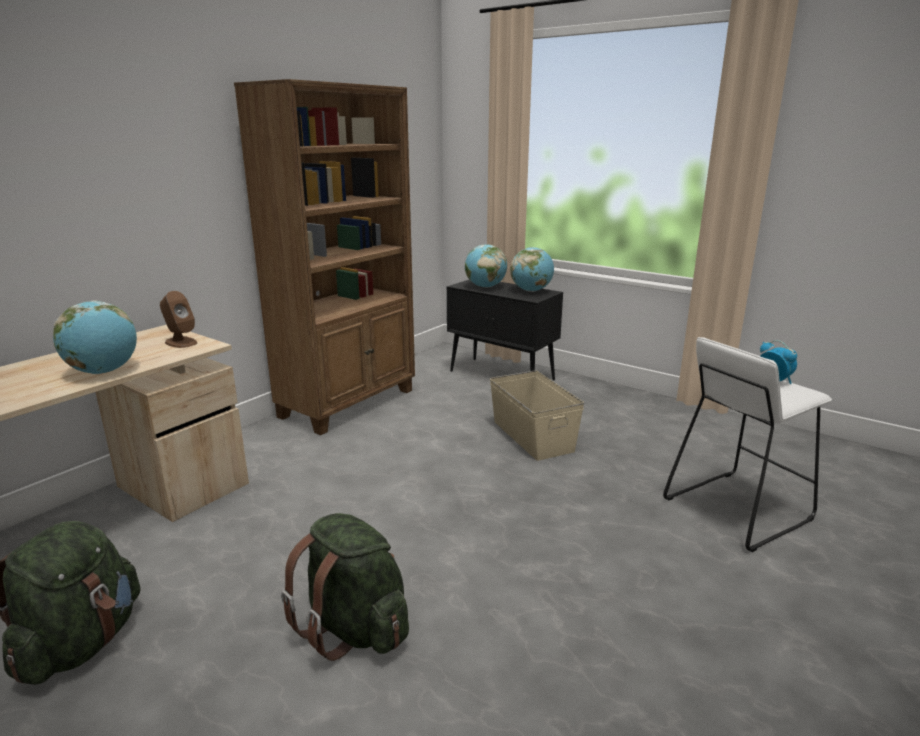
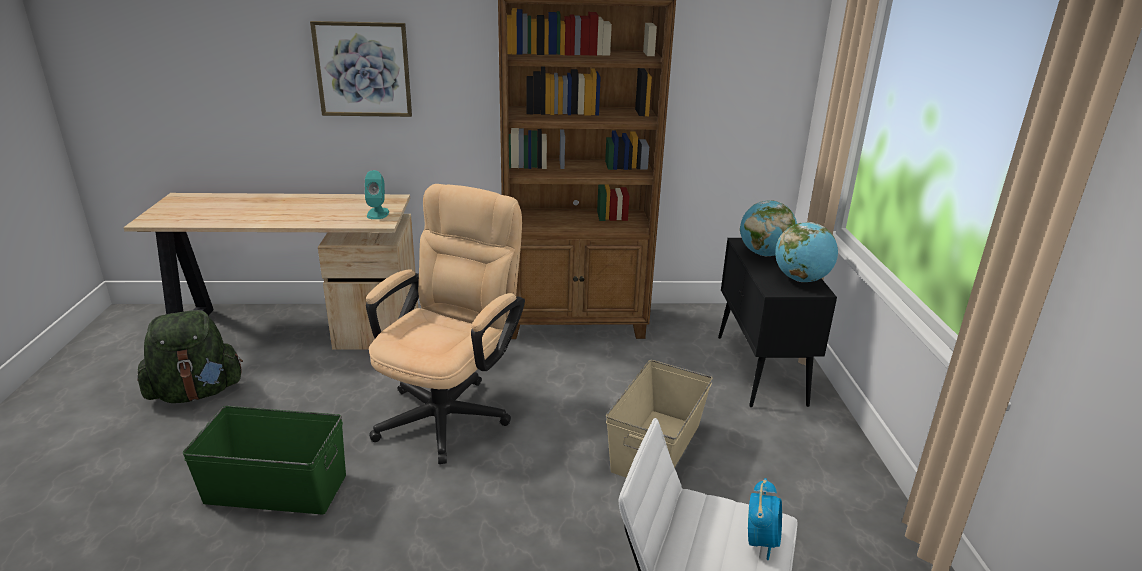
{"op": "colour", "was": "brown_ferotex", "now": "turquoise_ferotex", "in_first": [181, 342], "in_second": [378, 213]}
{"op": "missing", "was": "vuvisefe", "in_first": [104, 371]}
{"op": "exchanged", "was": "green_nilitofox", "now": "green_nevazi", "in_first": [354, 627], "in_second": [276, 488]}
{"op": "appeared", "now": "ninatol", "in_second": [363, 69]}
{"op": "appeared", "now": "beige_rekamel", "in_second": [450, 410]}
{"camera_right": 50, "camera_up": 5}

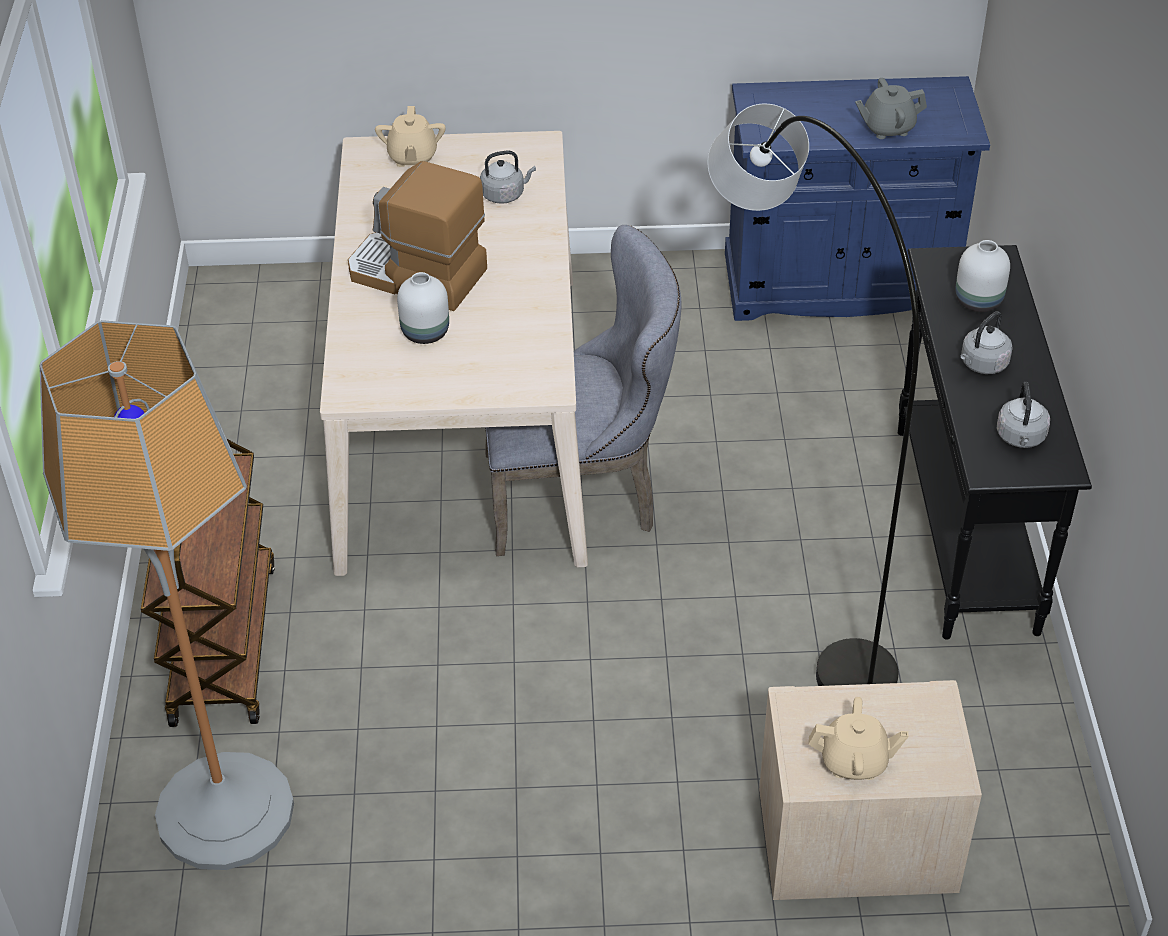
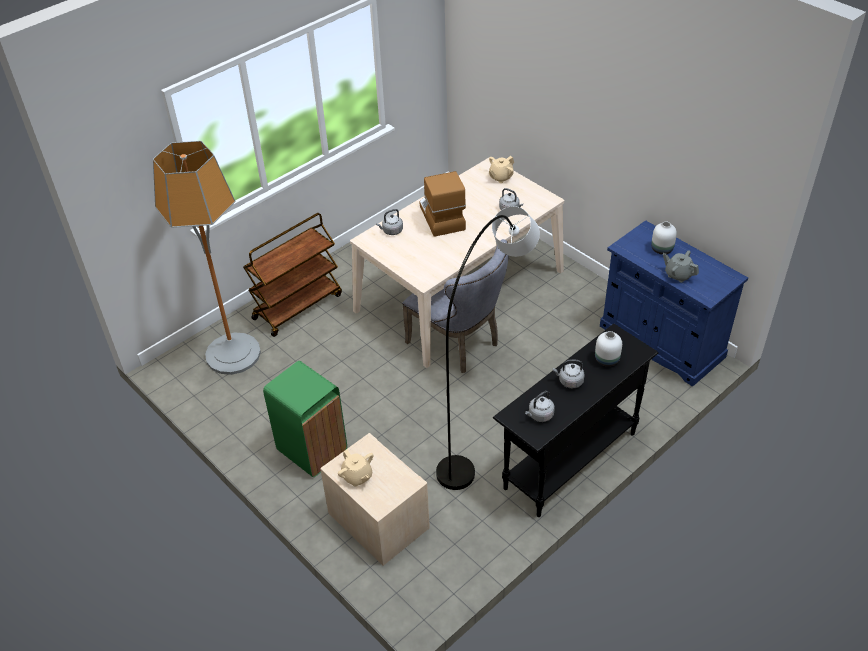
{"op": "relocated", "was": "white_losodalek", "in_first": [425, 331], "in_second": [662, 249]}
{"op": "appeared", "now": "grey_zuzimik", "in_second": [391, 231]}
{"op": "appeared", "now": "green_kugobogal", "in_second": [312, 451]}
{"camera_right": 50, "camera_up": 0}

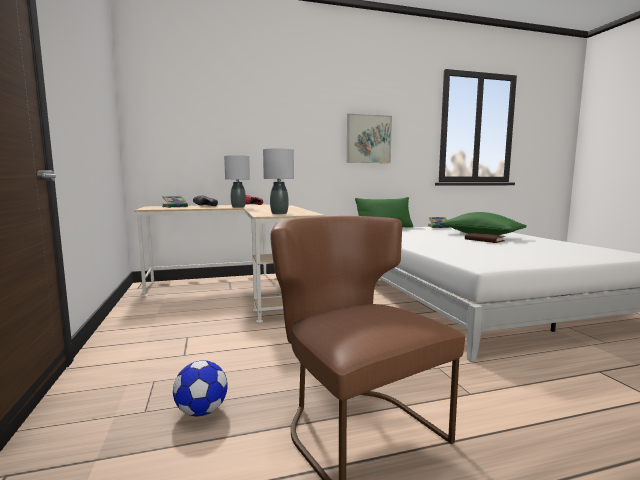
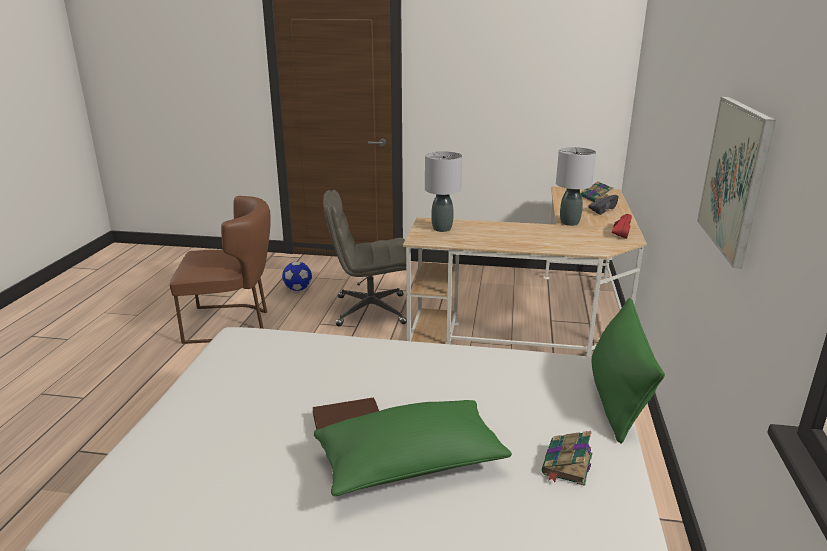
{"op": "appeared", "now": "grey_rekamel", "in_second": [369, 310]}
{"camera_right": 115, "camera_up": 15}

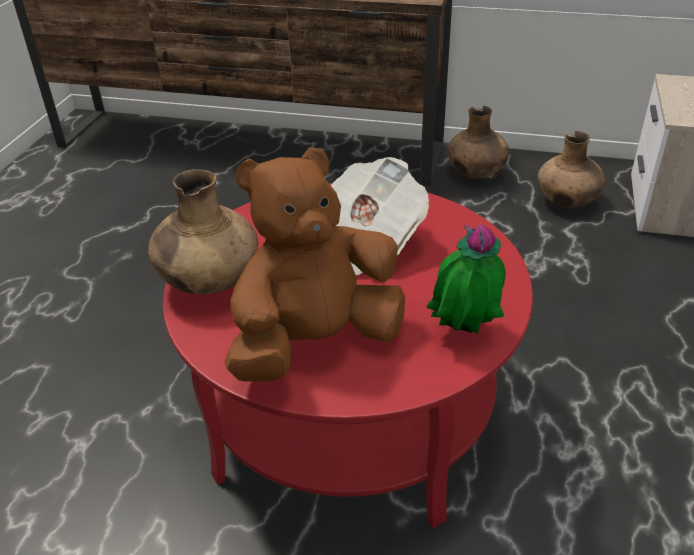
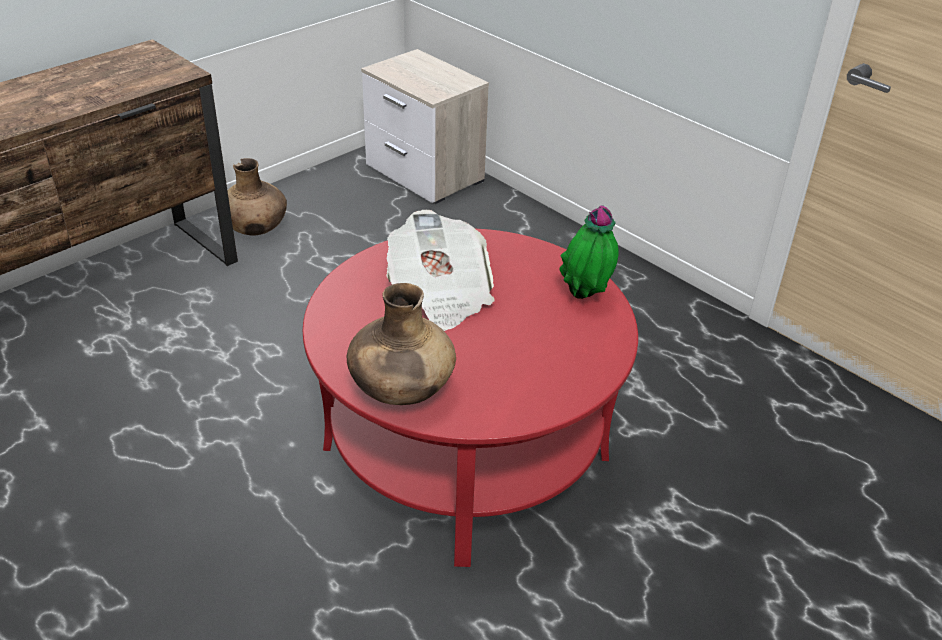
{"op": "missing", "was": "brown_losodalek", "in_first": [567, 202]}
{"op": "missing", "was": "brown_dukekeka", "in_first": [316, 342]}
{"camera_right": -60, "camera_up": 0}

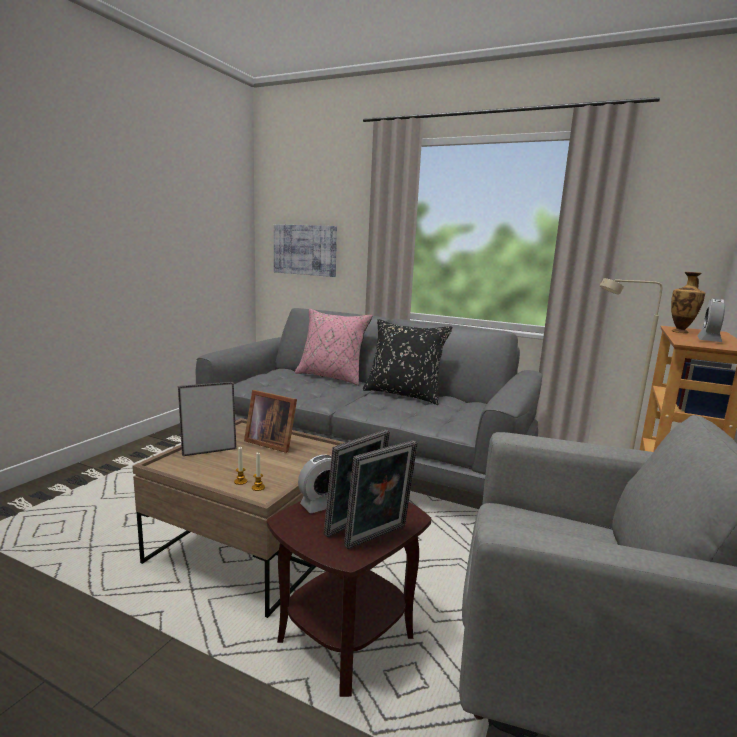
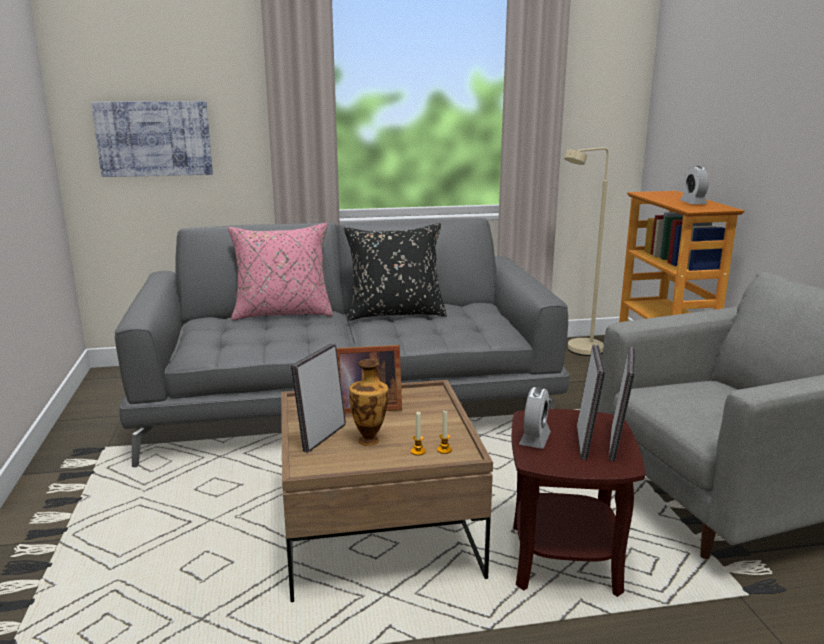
{"op": "relocated", "was": "losodalek", "in_first": [681, 332], "in_second": [370, 440]}
{"camera_right": -35, "camera_up": 5}

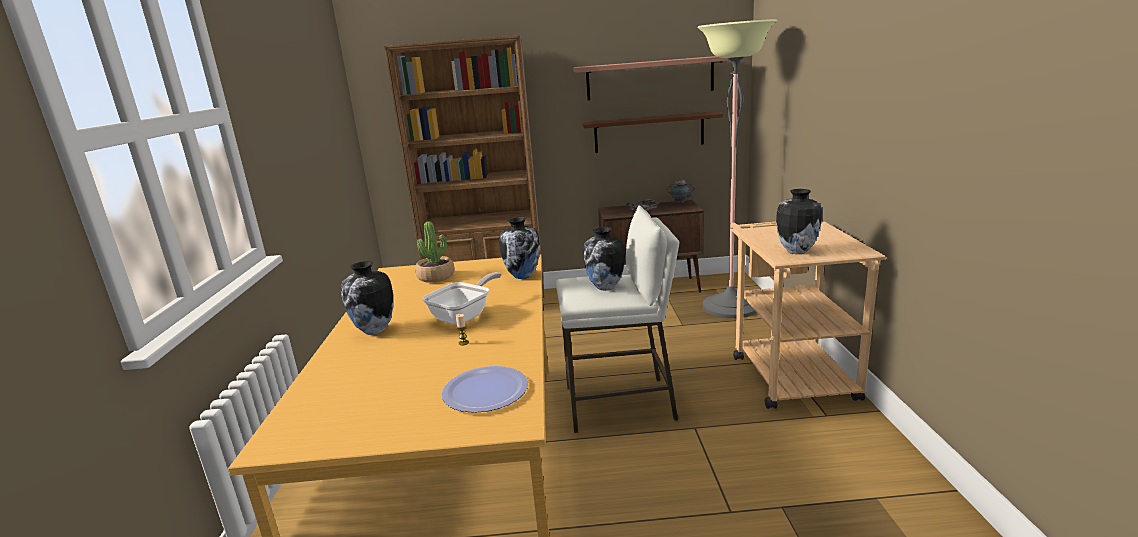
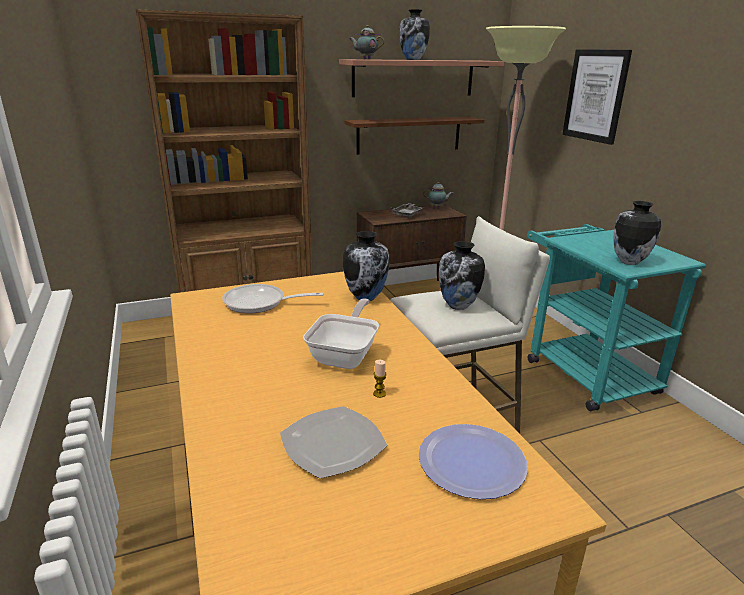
{"op": "exchanged", "was": "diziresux", "now": "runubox", "in_first": [436, 277], "in_second": [260, 303]}
{"op": "colour", "was": "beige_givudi", "now": "turquoise_givudi", "in_first": [788, 372], "in_second": [582, 371]}
{"op": "relocated", "was": "losodalek", "in_first": [374, 330], "in_second": [413, 59]}
{"op": "appeared", "now": "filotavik", "in_second": [366, 59]}
{"op": "appeared", "now": "ninatol", "in_second": [595, 95]}
{"op": "appeared", "now": "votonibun", "in_second": [334, 444]}
{"camera_right": -20, "camera_up": 5}

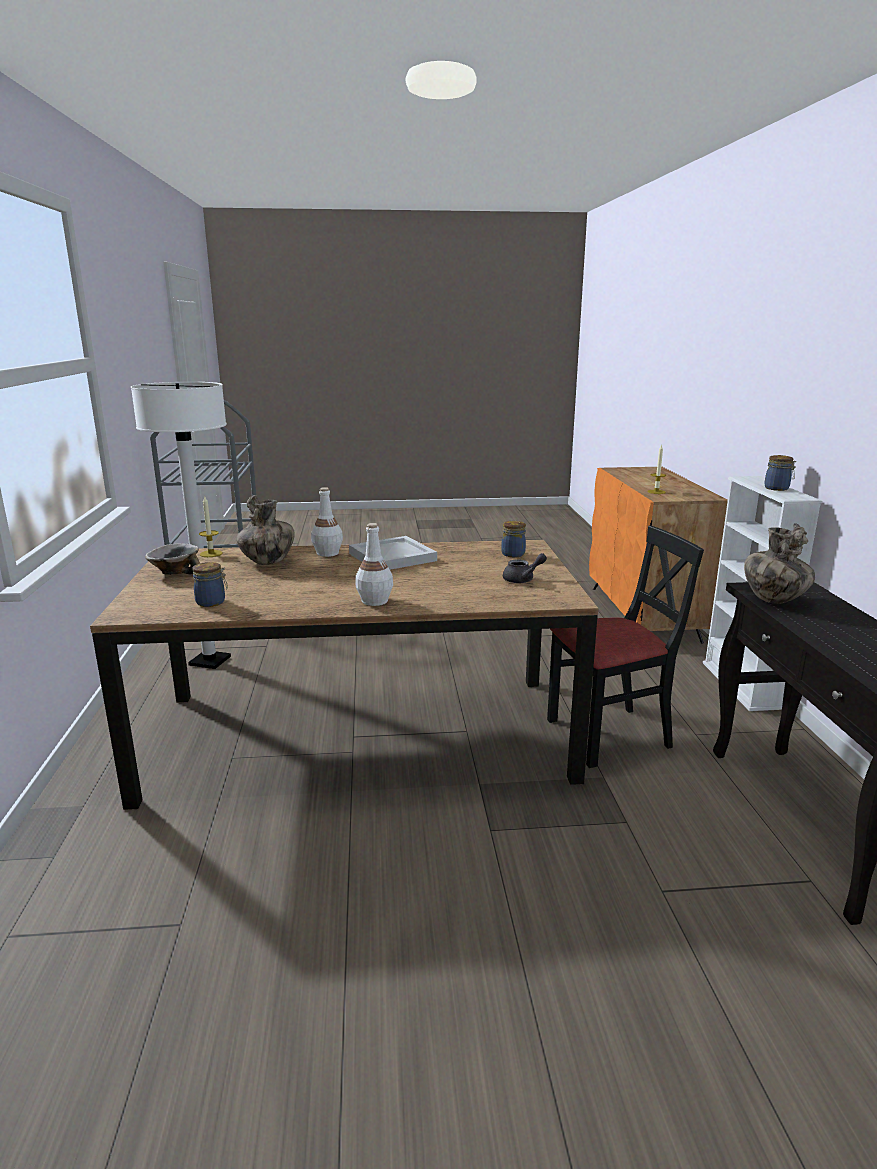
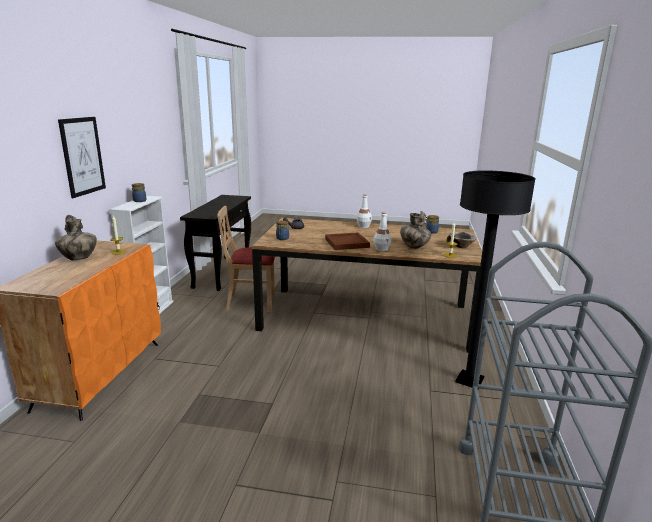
{"op": "colour", "was": "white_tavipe", "now": "black_tavipe", "in_first": [210, 661], "in_second": [469, 380]}
{"op": "relocated", "was": "losodalek", "in_first": [773, 599], "in_second": [79, 258]}
{"op": "colour", "was": "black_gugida", "now": "beige_gugida", "in_first": [609, 735], "in_second": [251, 302]}
{"op": "colour", "was": "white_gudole", "now": "brown_gudole", "in_first": [393, 556], "in_second": [346, 243]}
{"op": "appeared", "now": "ninatol", "in_second": [82, 156]}
{"camera_right": -165, "camera_up": 0}

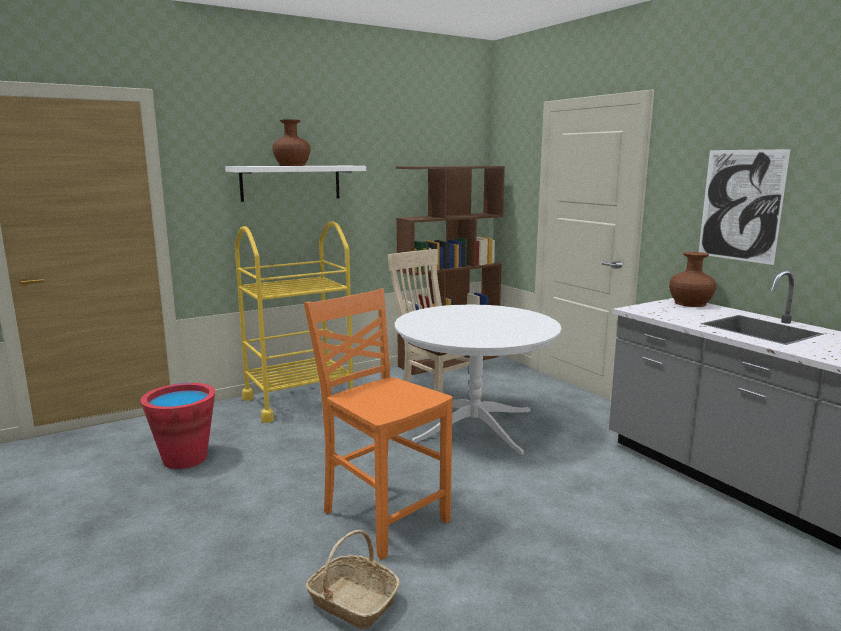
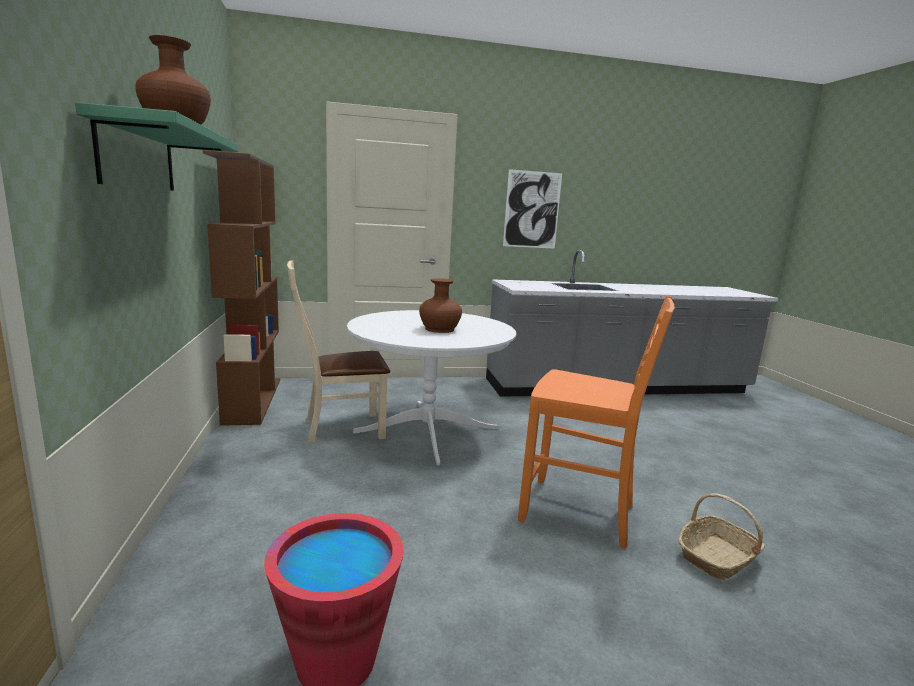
{"op": "colour", "was": "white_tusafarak", "now": "green_tusafarak", "in_first": [291, 183], "in_second": [138, 156]}
{"op": "missing", "was": "yellow_givudi", "in_first": [299, 400]}
{"op": "relocated", "was": "brown_losodalek", "in_first": [690, 303], "in_second": [439, 329]}
{"op": "spun", "was": "orange_gugida", "in_first": [383, 516], "in_second": [580, 513], "clockwise": -135}
{"camera_right": -70, "camera_up": 0}

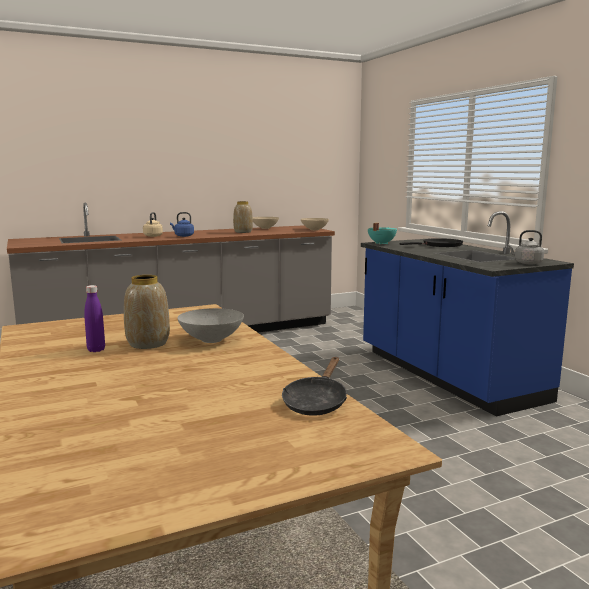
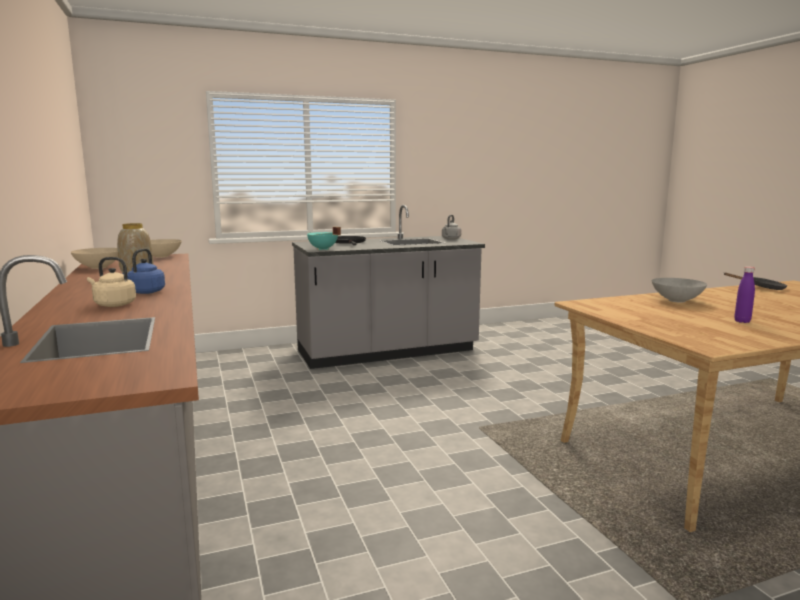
{"op": "colour", "was": "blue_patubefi", "now": "grey_patubefi", "in_first": [446, 375], "in_second": [387, 352]}
{"op": "missing", "was": "losodalek", "in_first": [148, 344]}
{"camera_right": -85, "camera_up": 0}

